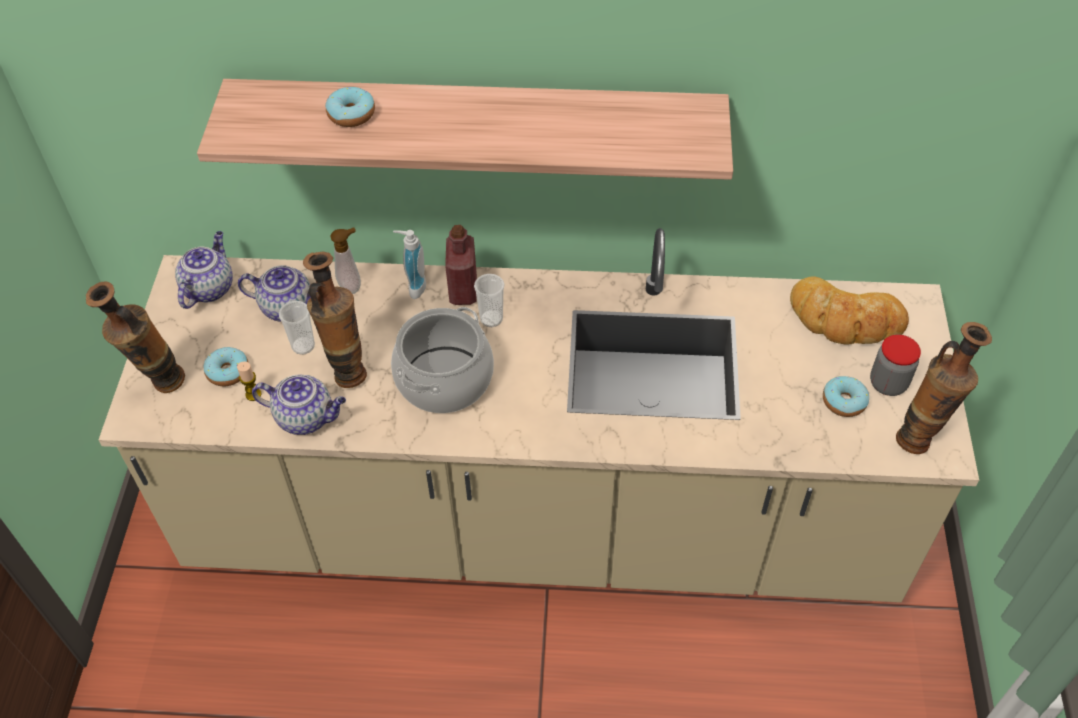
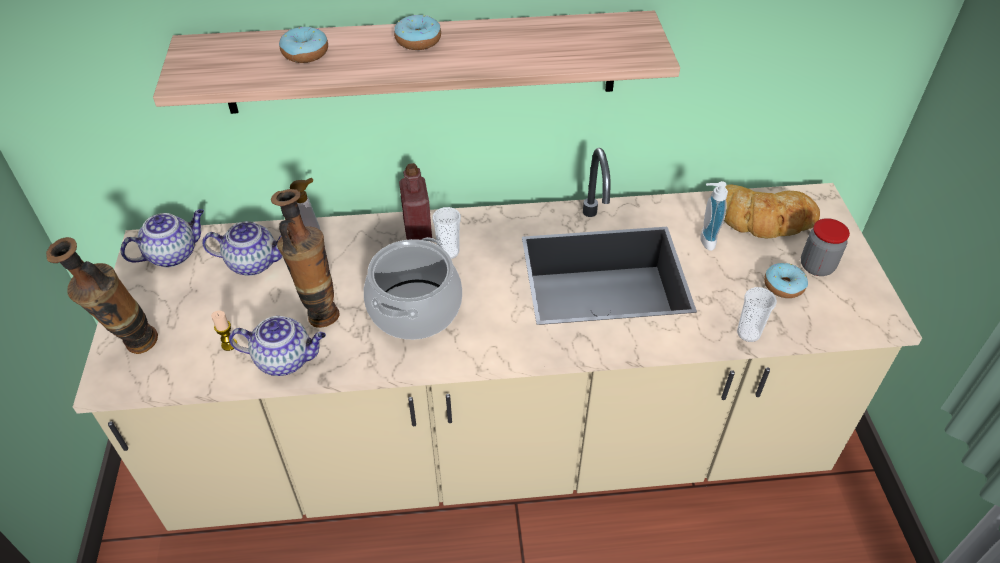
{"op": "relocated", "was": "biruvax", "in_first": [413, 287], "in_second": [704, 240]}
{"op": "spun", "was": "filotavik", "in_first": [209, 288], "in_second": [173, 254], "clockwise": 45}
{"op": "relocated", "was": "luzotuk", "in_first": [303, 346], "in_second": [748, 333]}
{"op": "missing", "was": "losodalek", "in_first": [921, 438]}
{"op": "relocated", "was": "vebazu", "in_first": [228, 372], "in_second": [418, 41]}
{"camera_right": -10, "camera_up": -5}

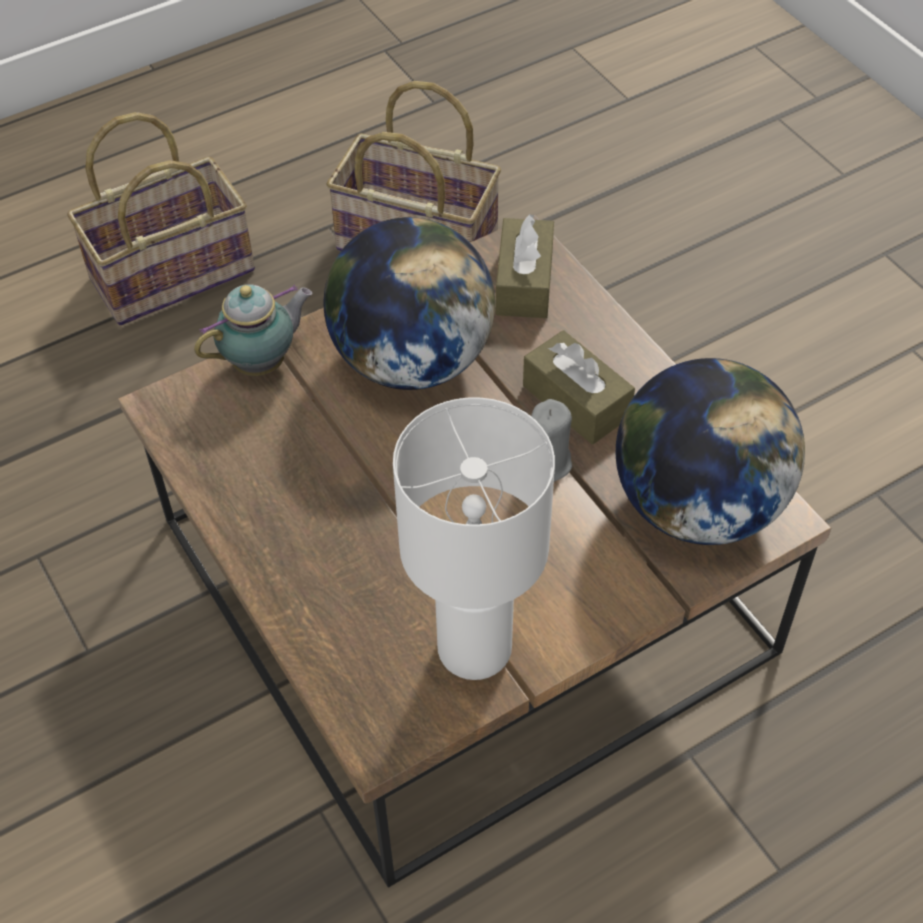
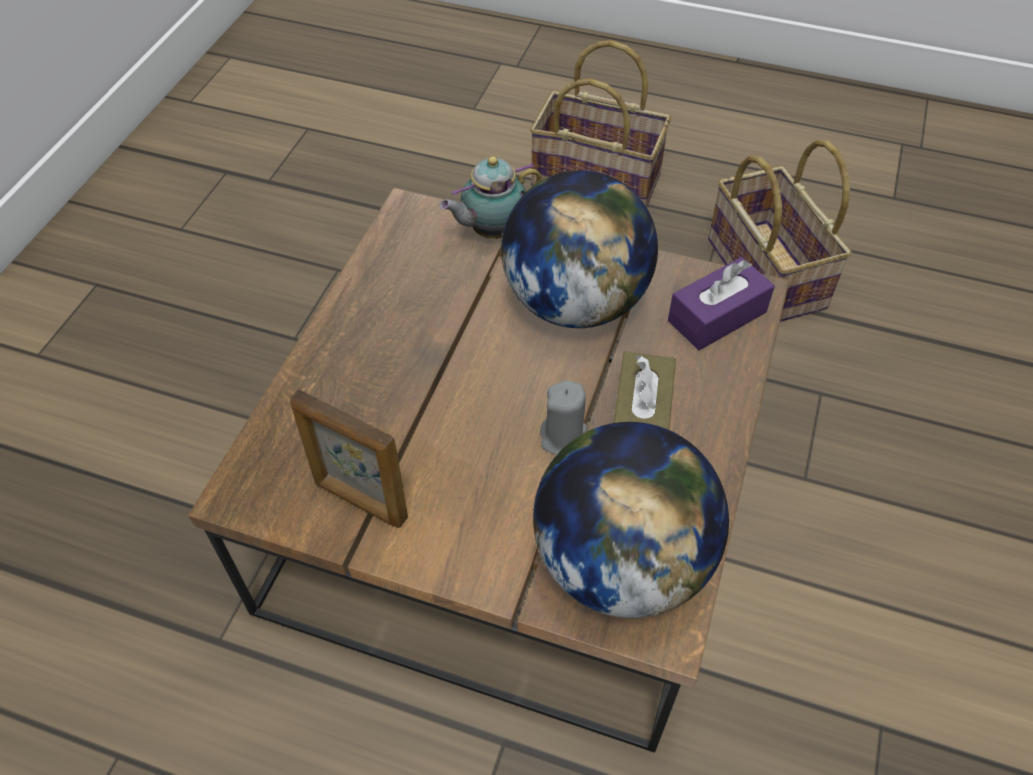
{"op": "colour", "was": "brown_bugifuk", "now": "purple_bugifuk", "in_first": [524, 282], "in_second": [717, 316]}
{"op": "spun", "was": "filotavik", "in_first": [263, 363], "in_second": [491, 231], "clockwise": 135}
{"op": "exchanged", "was": "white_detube", "now": "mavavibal", "in_first": [475, 647], "in_second": [360, 501]}
{"camera_right": 50, "camera_up": 0}

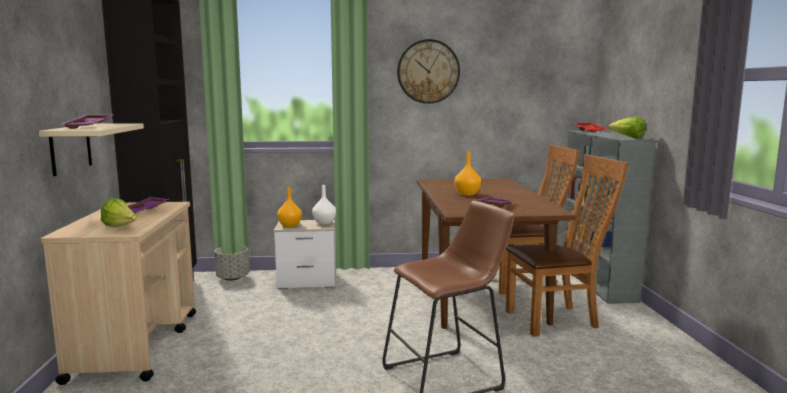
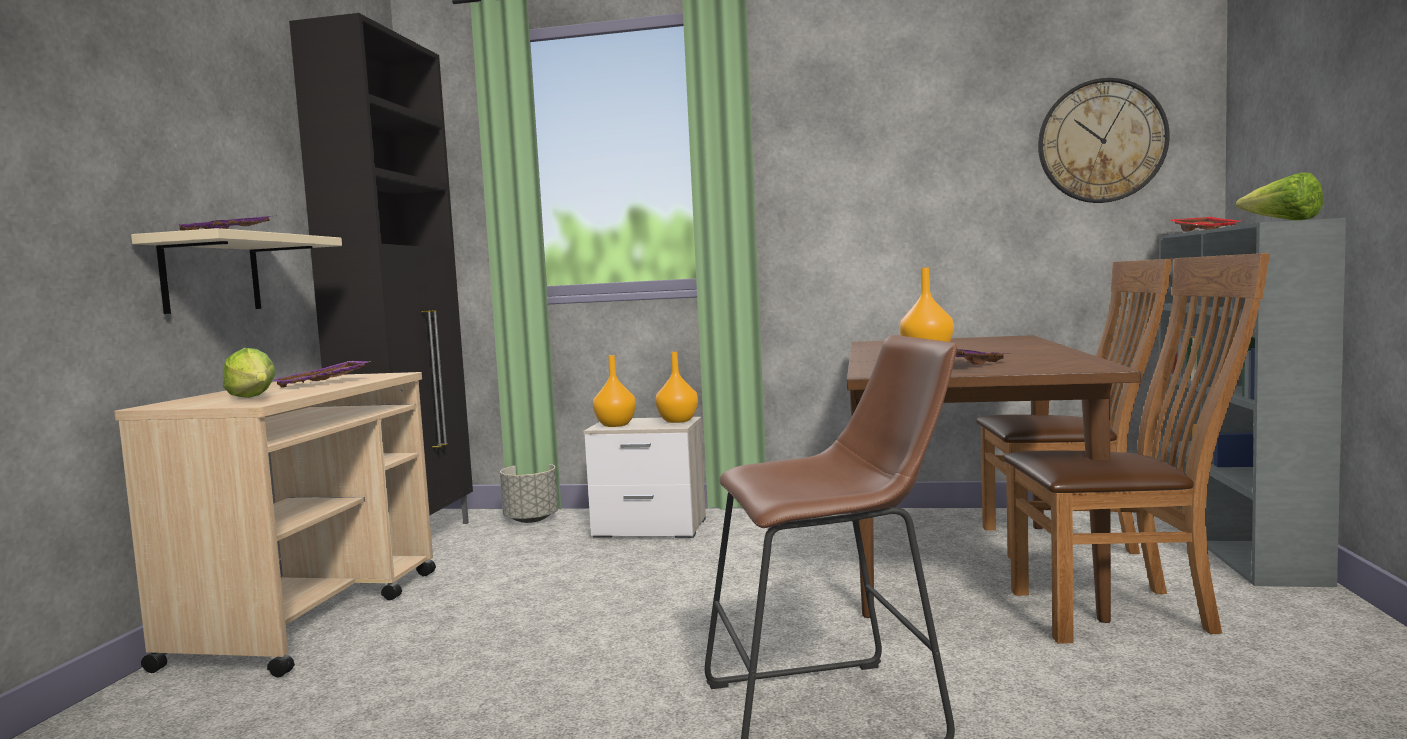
{"op": "relocated", "was": "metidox", "in_first": [428, 71], "in_second": [1101, 141]}
{"op": "colour", "was": "white_losodalek", "now": "orange_losodalek", "in_first": [323, 223], "in_second": [677, 421]}
{"camera_right": 15, "camera_up": -5}

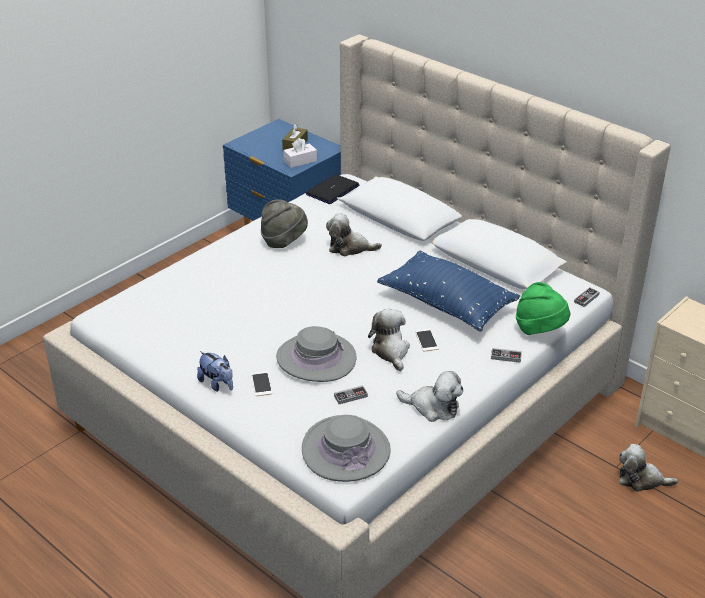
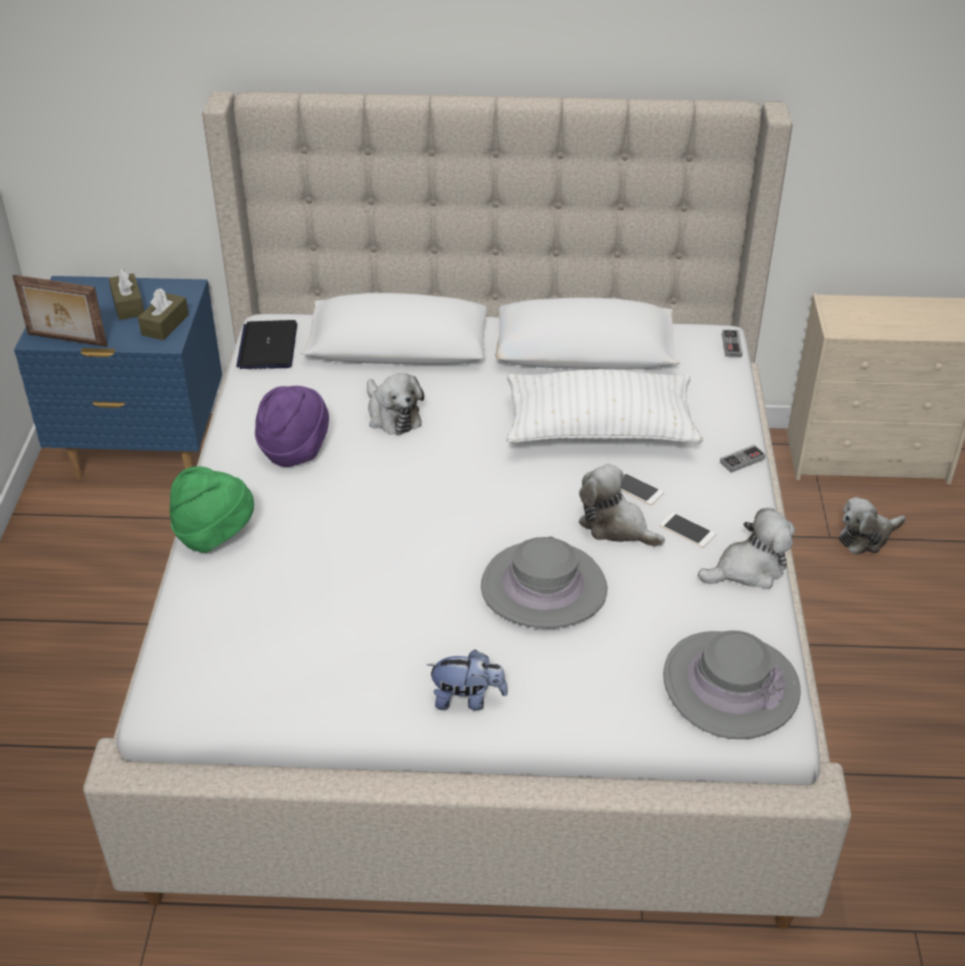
{"op": "colour", "was": "white_bugifuk", "now": "brown_bugifuk", "in_first": [300, 161], "in_second": [165, 325]}
{"op": "colour", "was": "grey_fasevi", "now": "purple_fasevi", "in_first": [284, 241], "in_second": [294, 449]}
{"op": "spun", "was": "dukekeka", "in_first": [350, 248], "in_second": [392, 415], "clockwise": -90}
{"op": "colour", "was": "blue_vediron", "now": "white_vediron", "in_first": [447, 304], "in_second": [600, 430]}
{"op": "relocated", "was": "green_fasevi", "in_first": [540, 329], "in_second": [215, 535]}
{"op": "relocated", "was": "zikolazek", "in_first": [261, 384], "in_second": [687, 530]}
{"op": "missing", "was": "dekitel", "in_first": [350, 396]}
{"op": "appeared", "now": "mavavibal", "in_second": [66, 341]}
{"camera_right": -40, "camera_up": 5}

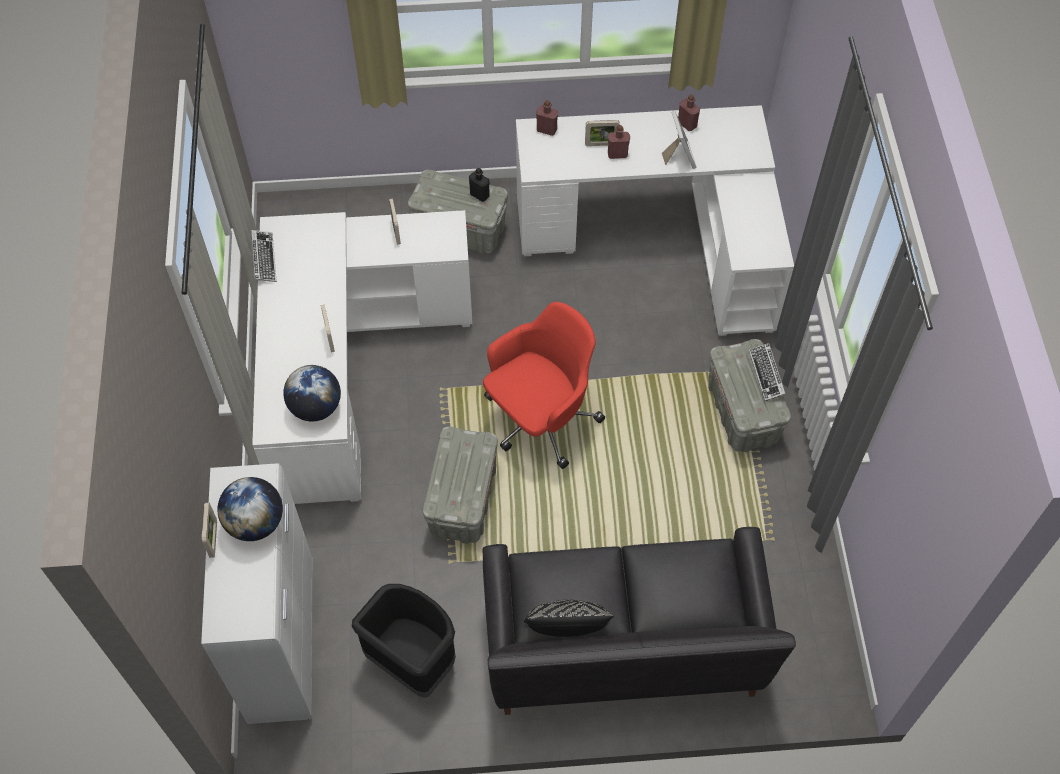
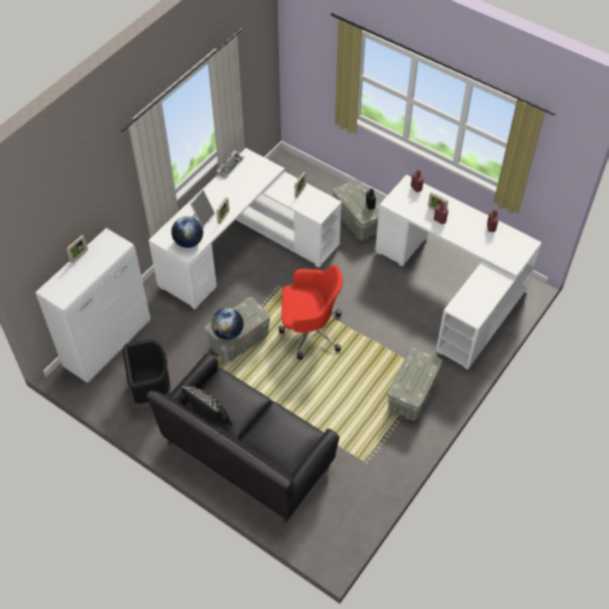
{"op": "relocated", "was": "mavavibal", "in_first": [679, 156], "in_second": [202, 218]}
{"op": "missing", "was": "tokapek", "in_first": [766, 374]}
{"op": "relocated", "was": "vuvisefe", "in_first": [255, 522], "in_second": [228, 332]}
{"camera_right": 40, "camera_up": -5}

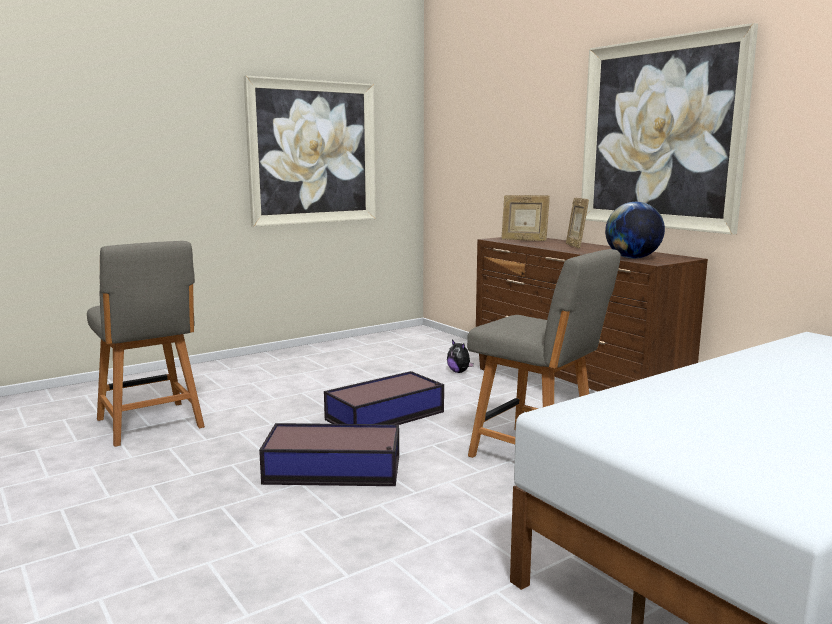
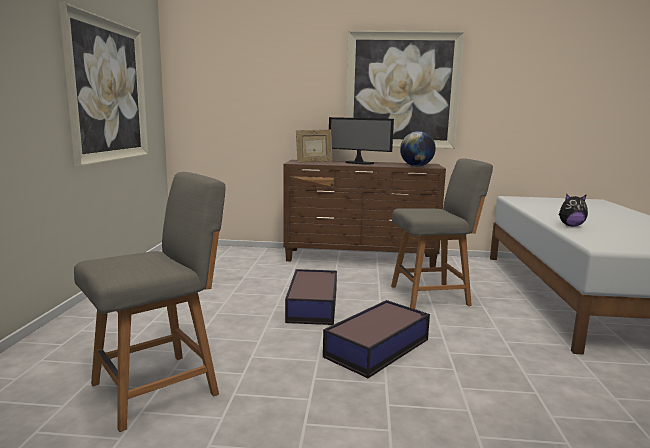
{"op": "exchanged", "was": "mavavibal", "now": "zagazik", "in_first": [575, 246], "in_second": [358, 163]}
{"op": "spun", "was": "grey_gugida", "in_first": [151, 424], "in_second": [159, 387], "clockwise": -45}
{"op": "relocated", "was": "dukekeka", "in_first": [459, 372], "in_second": [570, 226]}
{"camera_right": -50, "camera_up": 0}

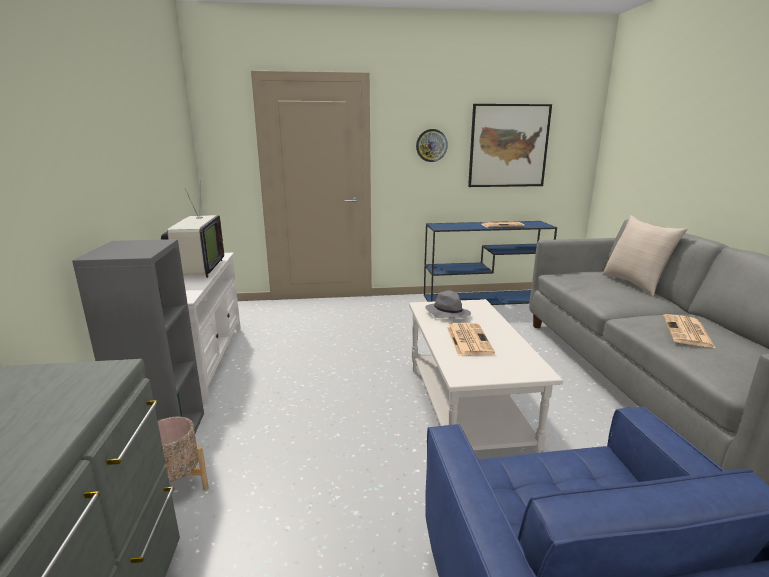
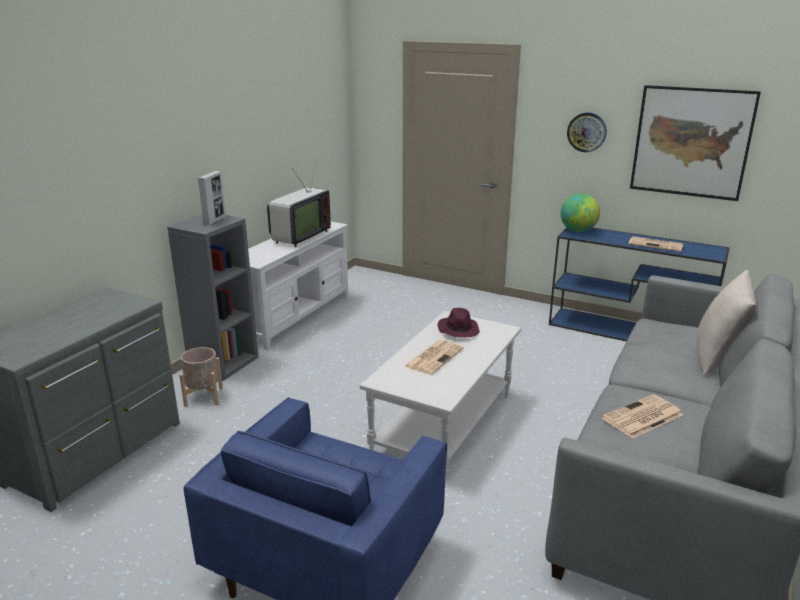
{"op": "colour", "was": "grey_fasevi", "now": "purple_fasevi", "in_first": [447, 313], "in_second": [458, 330]}
{"op": "appeared", "now": "mavavibal", "in_second": [214, 221]}
{"op": "appeared", "now": "vuvisefe", "in_second": [578, 231]}
{"camera_right": 35, "camera_up": 5}

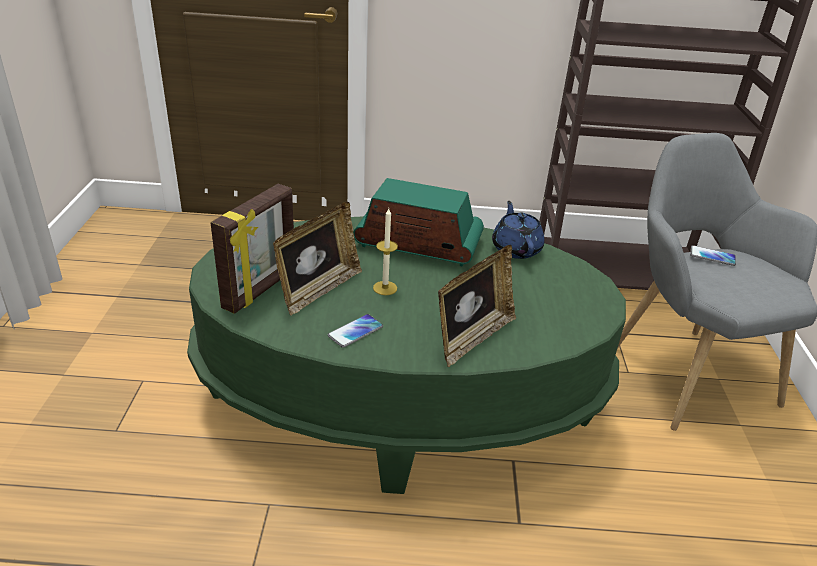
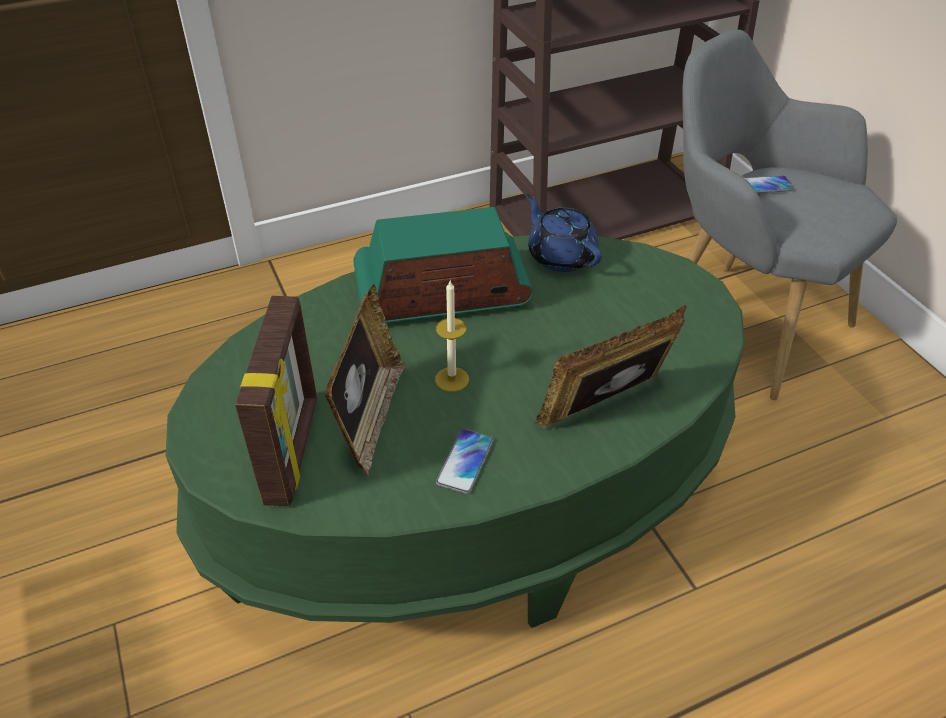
{"op": "spun", "was": "mavavibal", "in_first": [472, 338], "in_second": [605, 409], "clockwise": -135}
{"camera_right": -25, "camera_up": 10}

